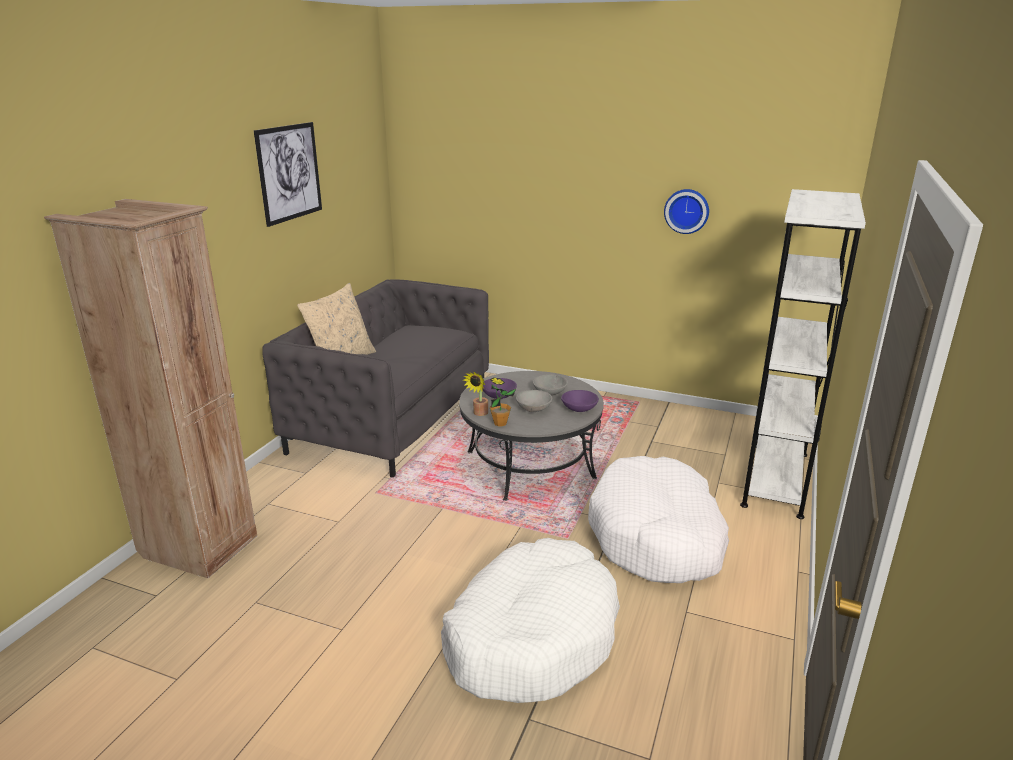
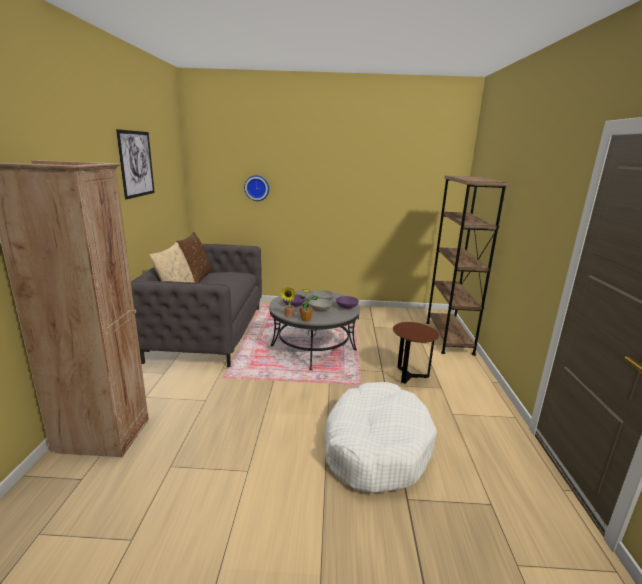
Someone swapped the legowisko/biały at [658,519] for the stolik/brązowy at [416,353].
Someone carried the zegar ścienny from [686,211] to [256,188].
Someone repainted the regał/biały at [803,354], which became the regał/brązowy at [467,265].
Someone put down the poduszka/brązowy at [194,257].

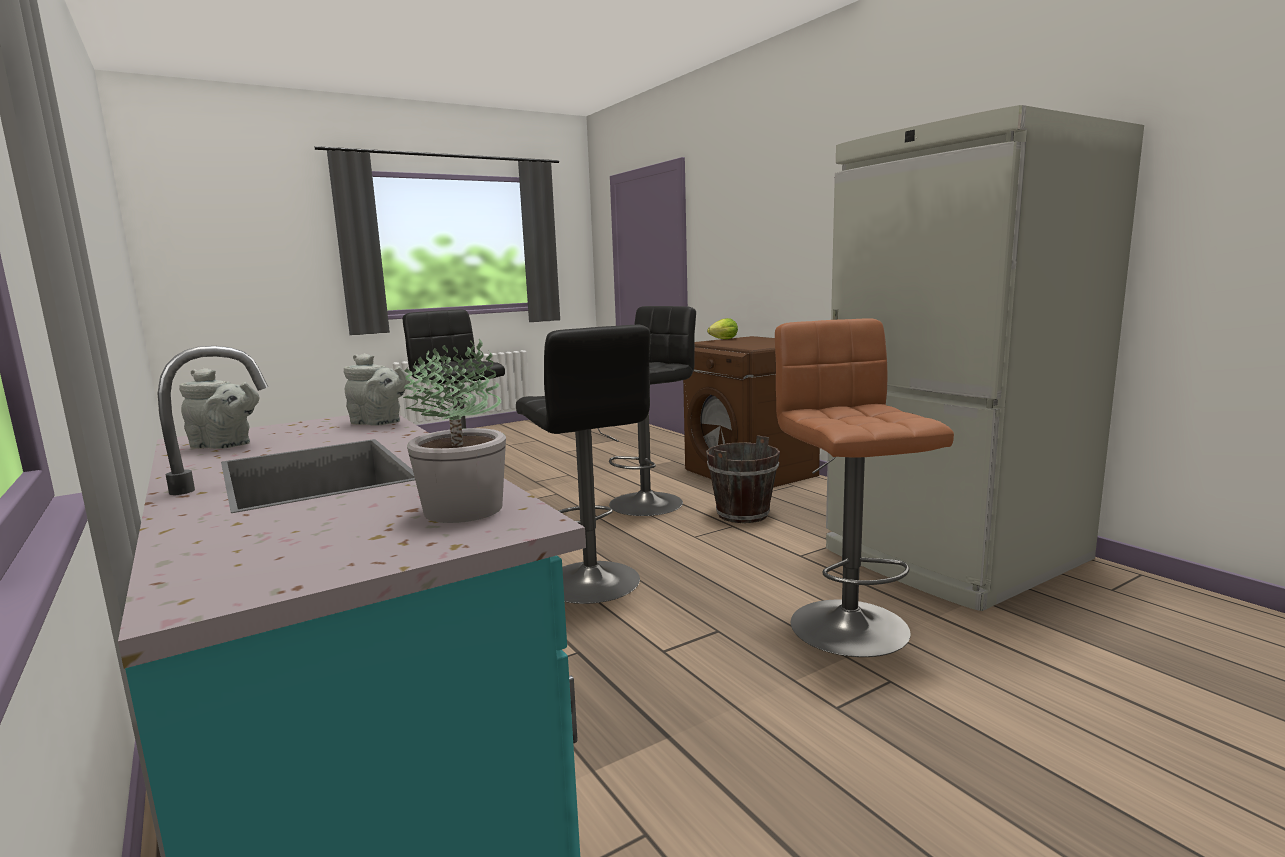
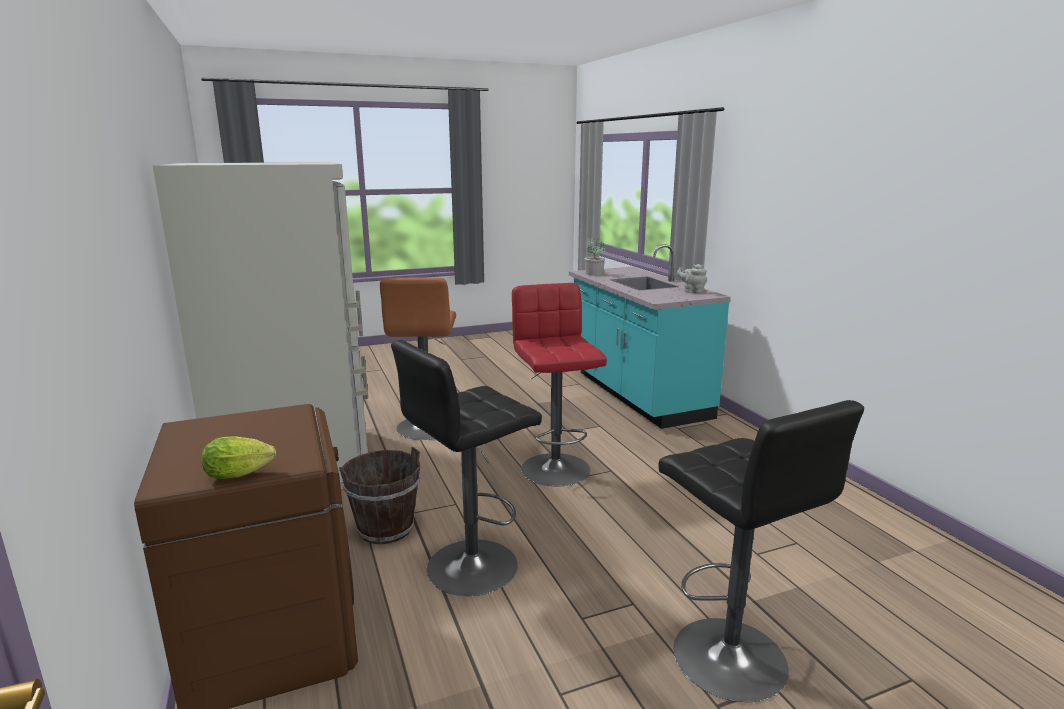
Someone took away the imbryk/szary at [377,389].
Someone repainted the stołek/czarny at [583,464], which became the stołek/czerwony at [559,384].

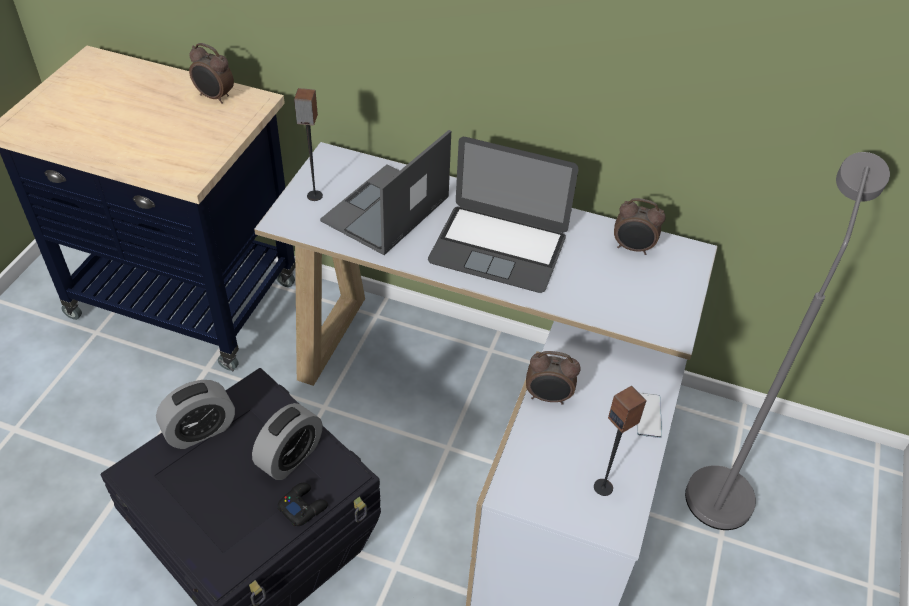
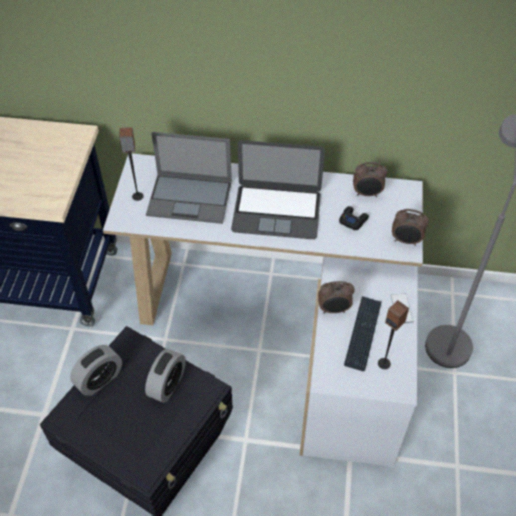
Someone carried the budzik from [211,73] to [410,227].
Someone carried the pad do gier/czarny from [302,504] to [354,218].
Someone rotated the laptop at [385,192] by 105 degrees counterclockwise.
Someone put down the klawiatura at [362,333].

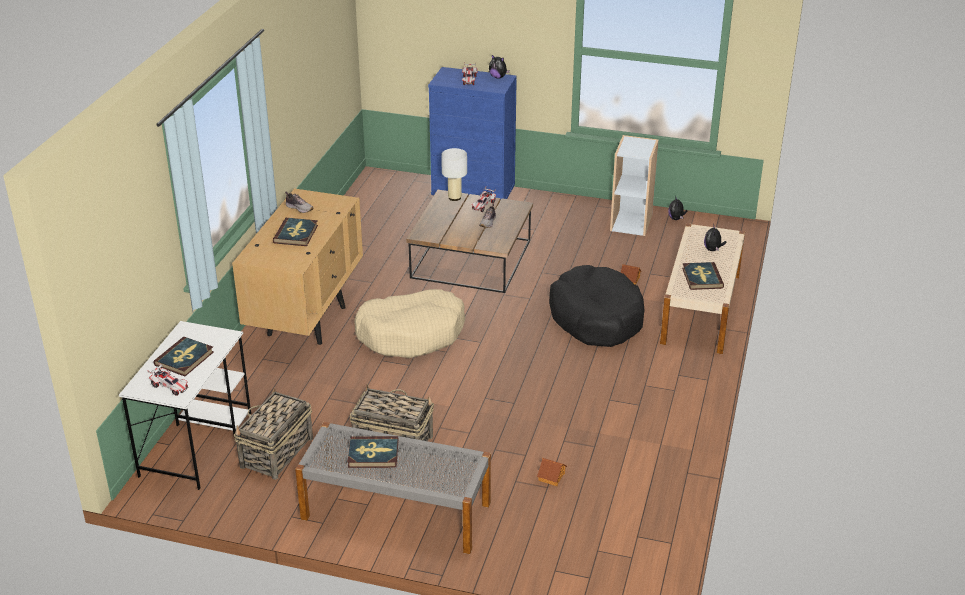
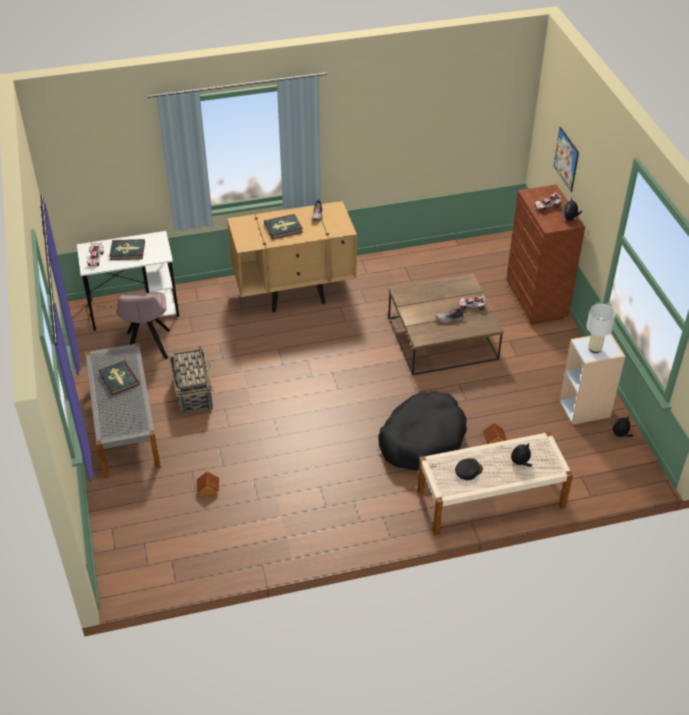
Someone swapped the koszyk at [273,434] for the krzesło/różowy at [143,325].
Someone took away the legowisko/beżowy at [409,323].
Someone repainted the komoda/niebieski at [472,134], which became the komoda/brązowy at [545,254].
Someone carried the lampa stołowa/biały from [454,174] to [601,328].
Someone swapped the książka at [703,276] for the czapka z daszkiem/czarny at [469,469].
Someone put up the obraz at [566,159].

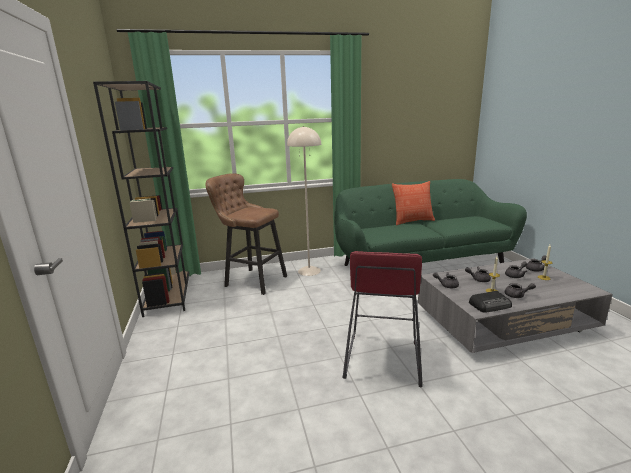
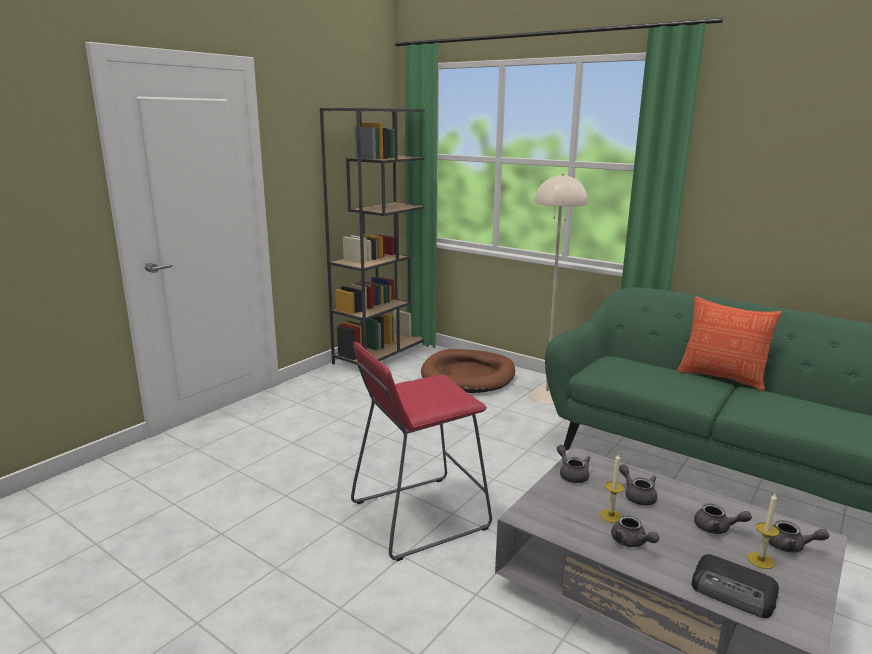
Someone swapped the stołek/brązowy at [246,234] for the legowisko/brązowy at [468,371].
Someone carried the radio from [490,302] to [735,586].

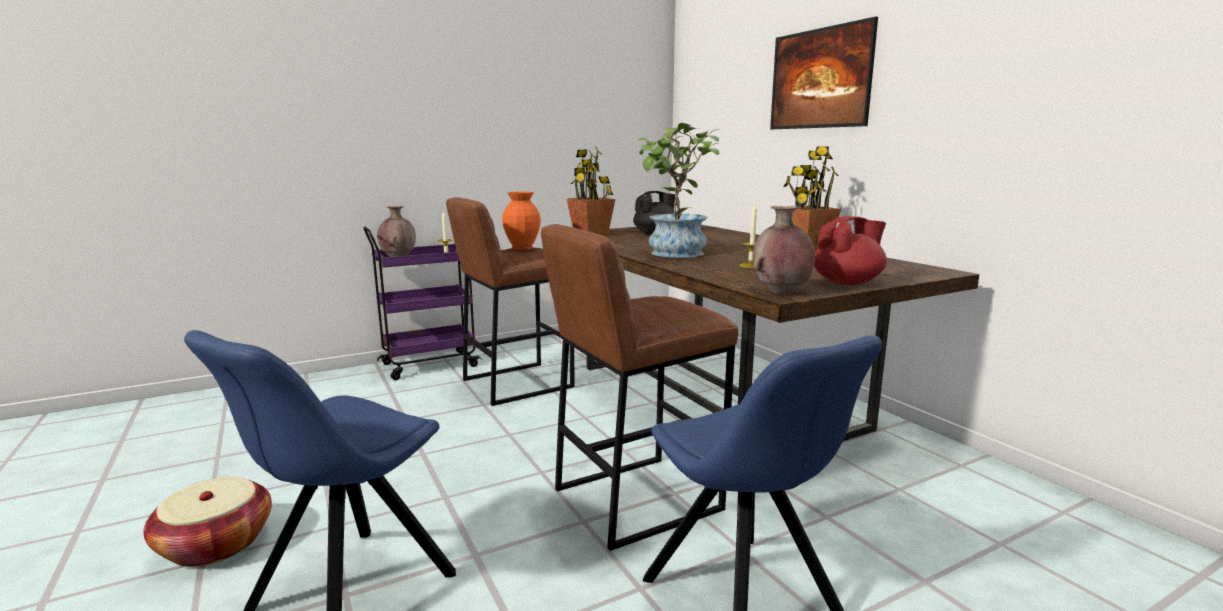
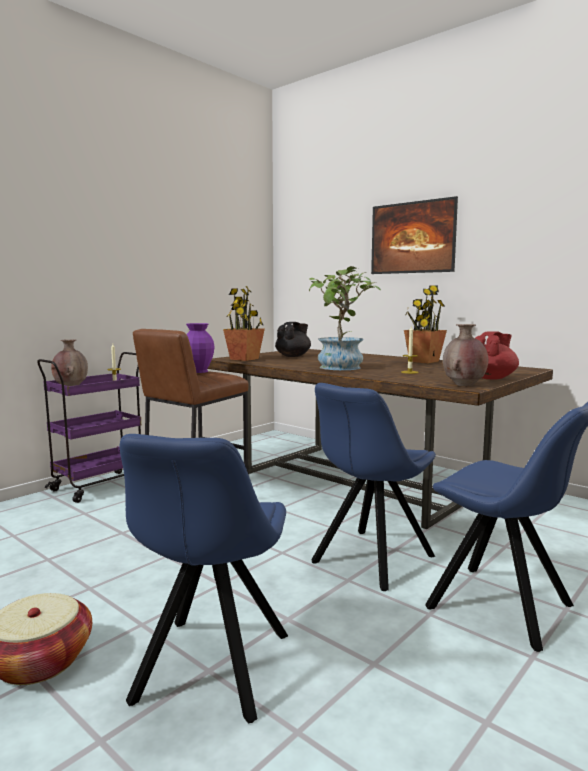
Someone repainted the wazon/pomarańczowy at [521,220], which became the wazon/fioletowy at [200,348].
Someone swapped the stołek/brązowy at [639,387] for the krzesło/niebieski at [373,487].

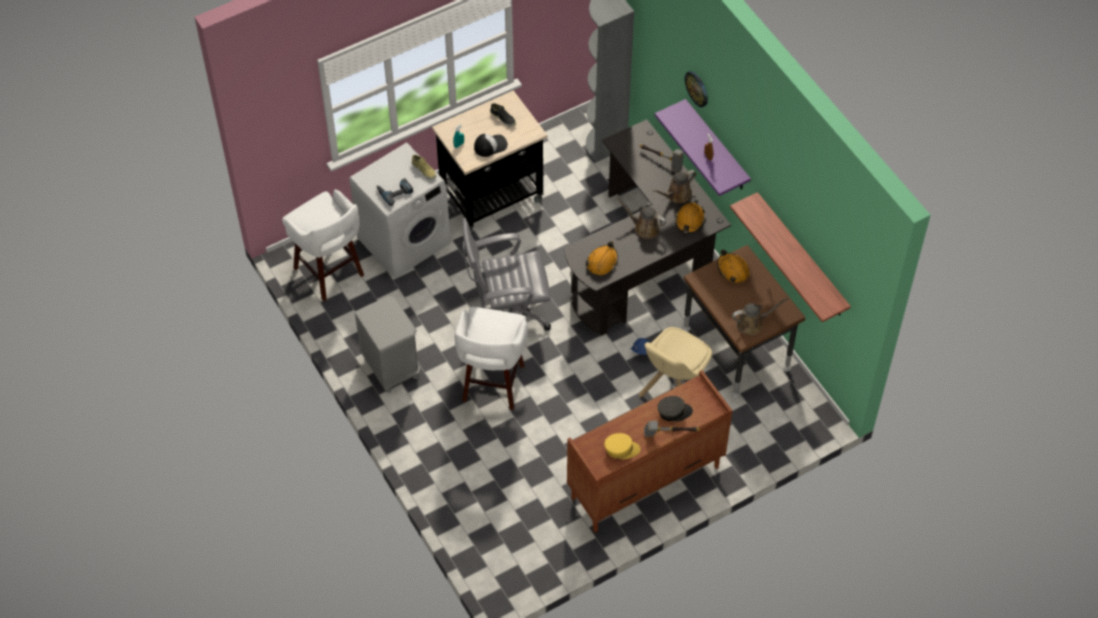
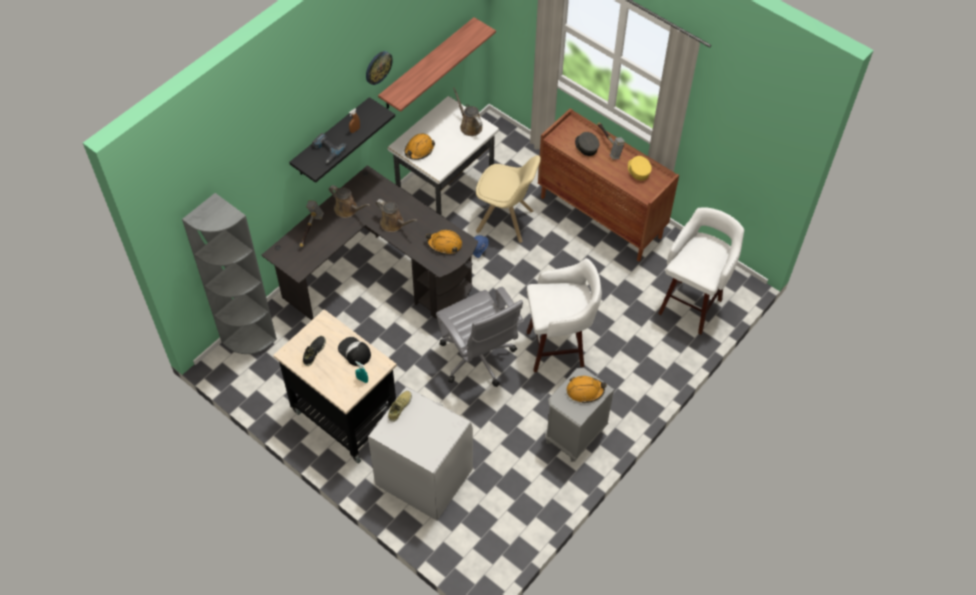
Someone carried the stołek/biały from [323,245] to [701,271].
Someone carried the wiertarka from [394,192] to [329,148].
Someone rotated the konewka/brązowy at [641,217] by 60 degrees counterclockwise.
Someone repainted the półka/fioletowy at [703,147], which became the półka/czarny at [342,140].
Someone carried the kask/pomarańczowy from [690,218] to [587,389].
Someone repainted the biurko/brązowy at [743,321], which became the biurko/biały at [443,155].
Someone carried the zegar ścienny from [696,89] to [379,68].

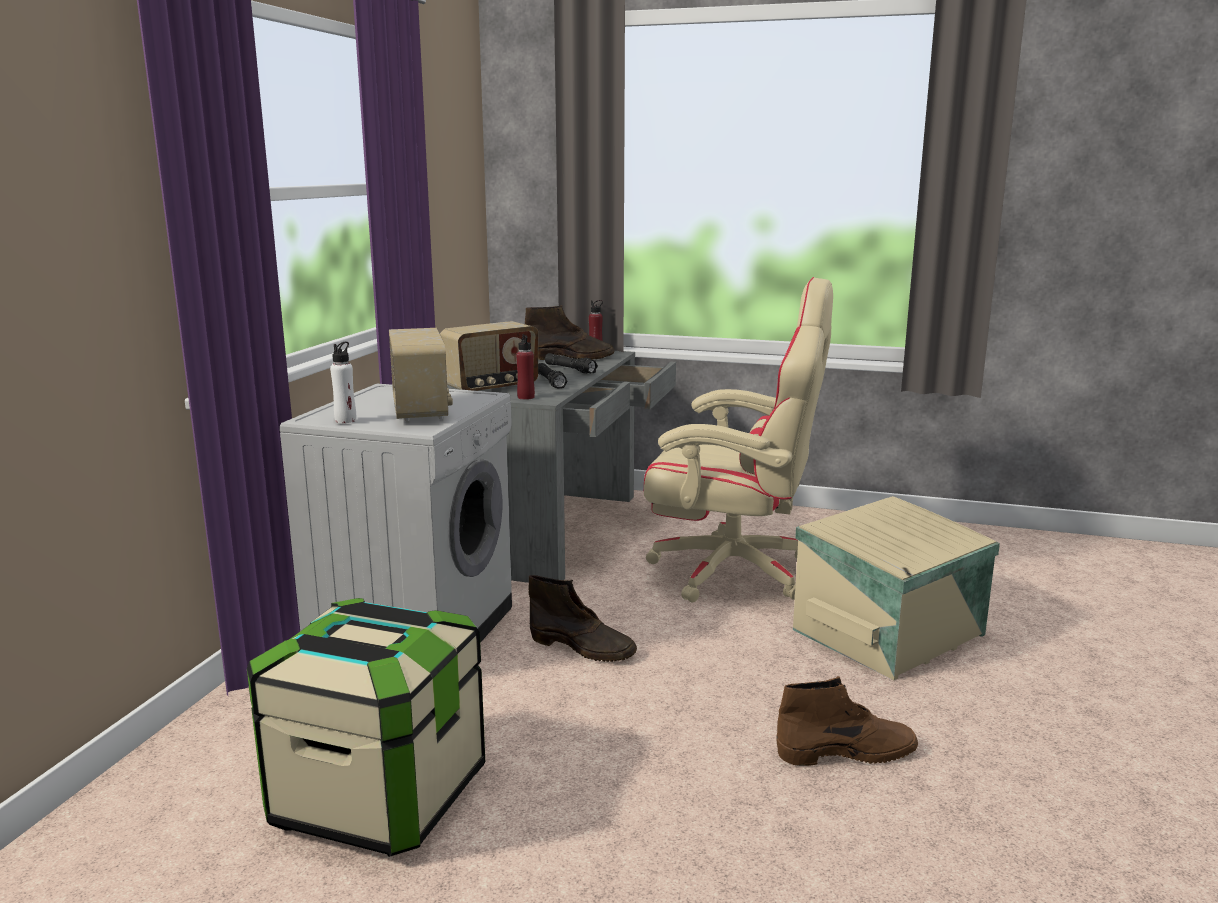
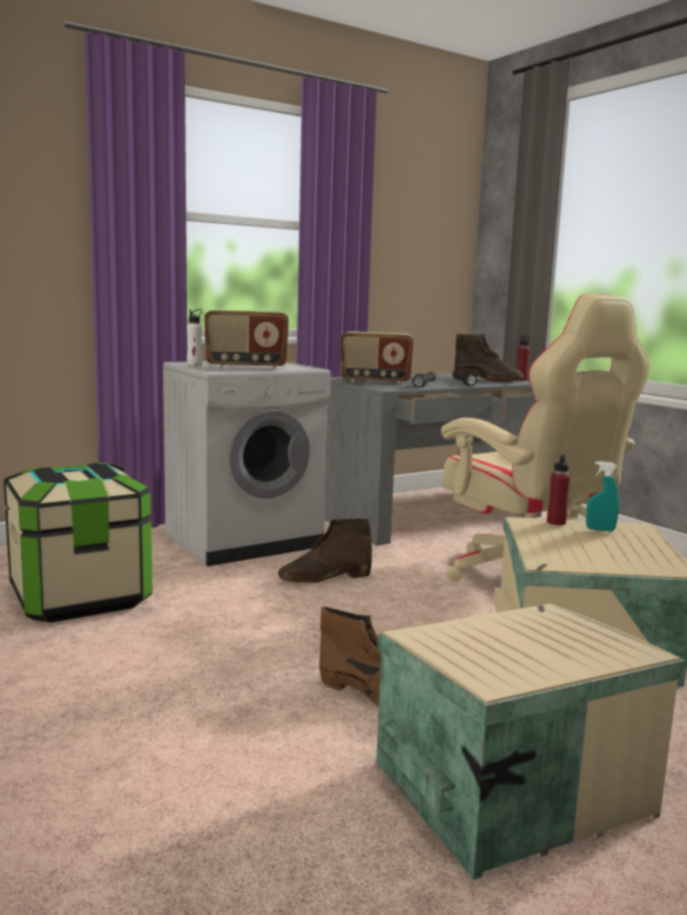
Someone rotated the radio at [421,374] by 60 degrees clockwise.
Someone carried the butelka/czerwony from [525,367] to [558,489].
Someone rotated the but z cholewką/brązowy at [583,618] by 90 degrees clockwise.
Someone put down the pojemnik do przechowywania/beżowy at [530,742].
Someone put down the spryskiwacz/turkusowy at [602,496].

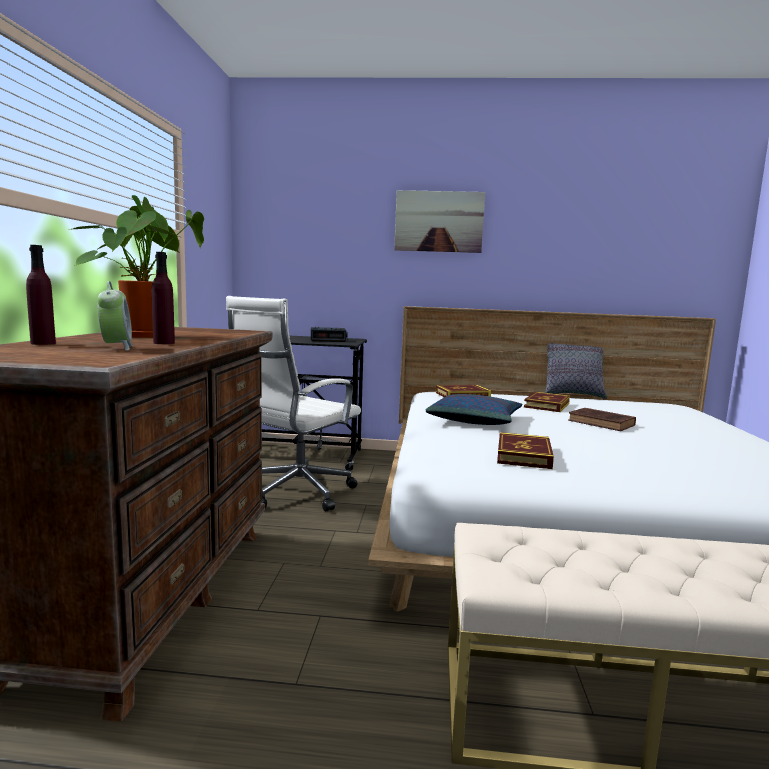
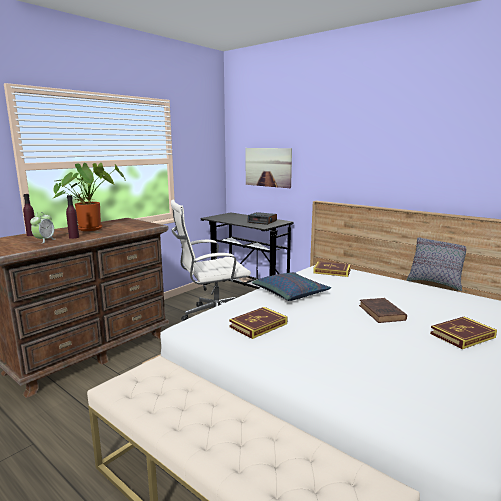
Someone carried the obraz from [439,221] to [269,168].
Someone carried the książka from [547,402] to [463,333].

